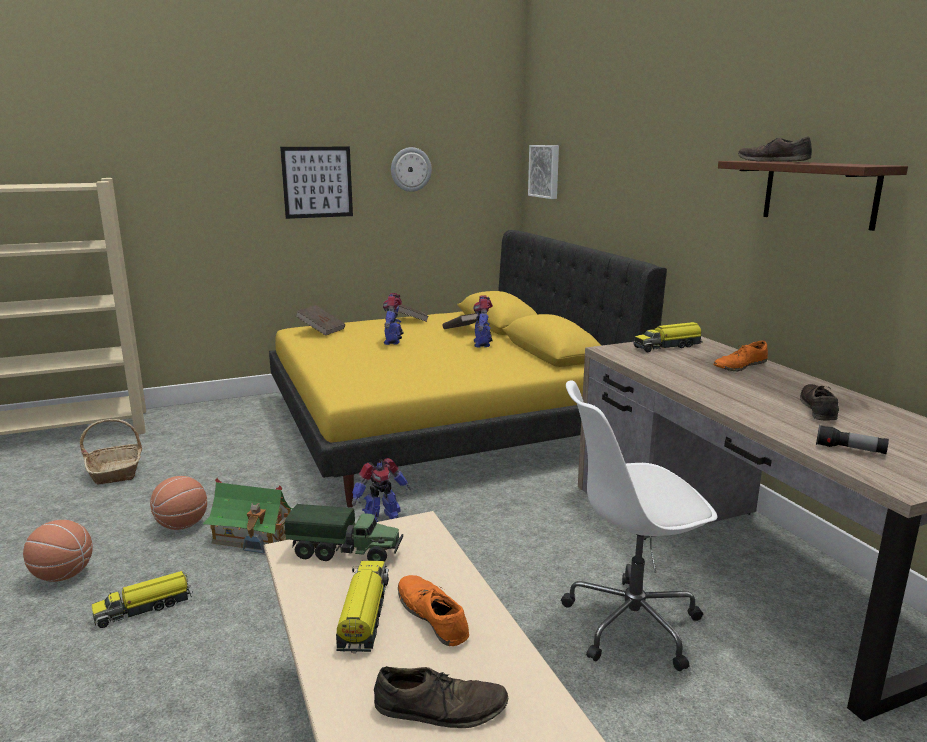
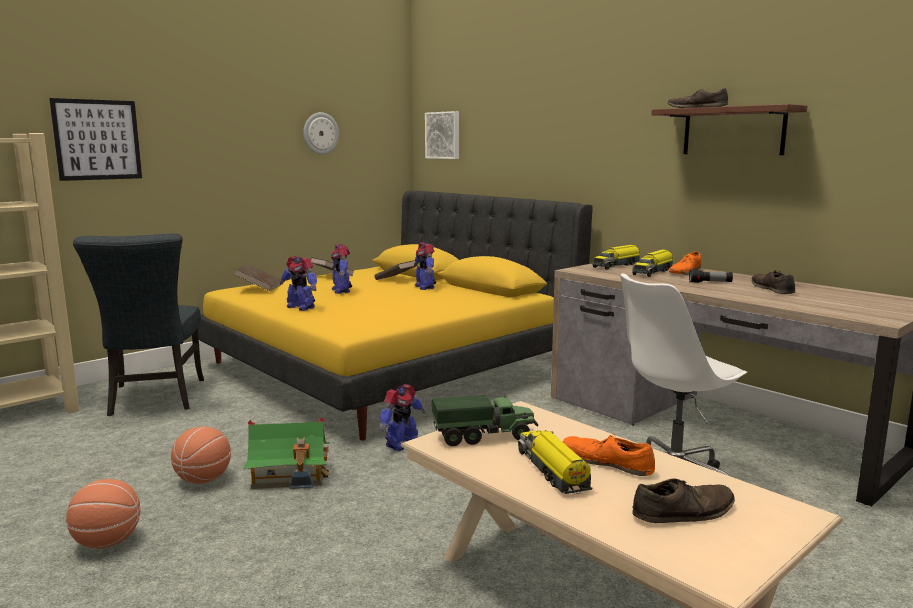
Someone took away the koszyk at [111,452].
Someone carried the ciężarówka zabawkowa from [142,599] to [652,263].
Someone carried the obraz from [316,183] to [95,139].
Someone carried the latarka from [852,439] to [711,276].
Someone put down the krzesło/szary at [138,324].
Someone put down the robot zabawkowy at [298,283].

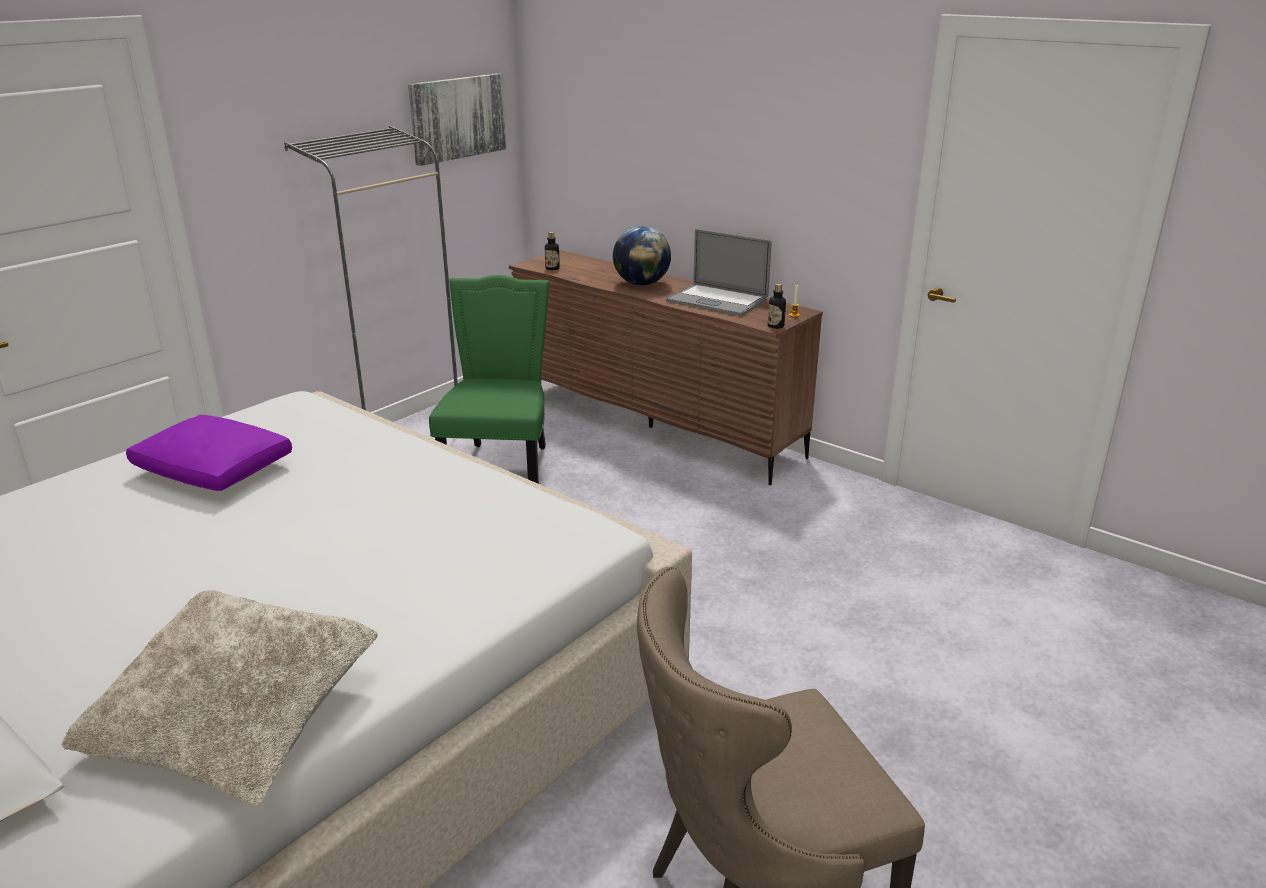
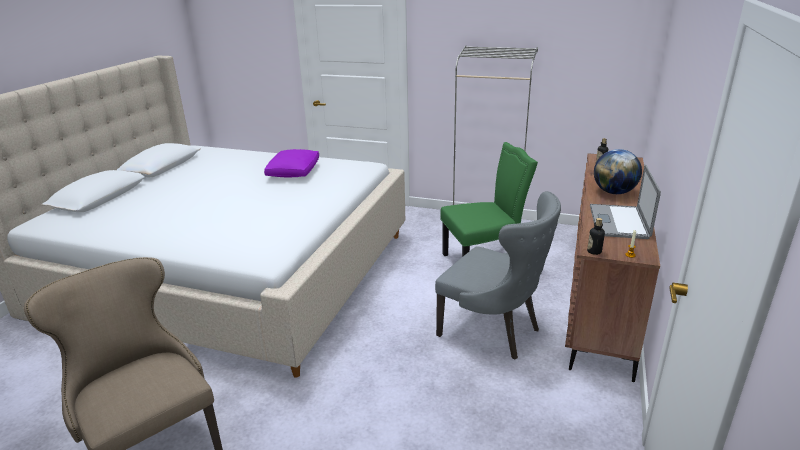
Someone took away the poduszka/beżowy at [219,697].
Someone took away the obraz at [457,119].
Someone put down the krzesło/szary at [498,275].

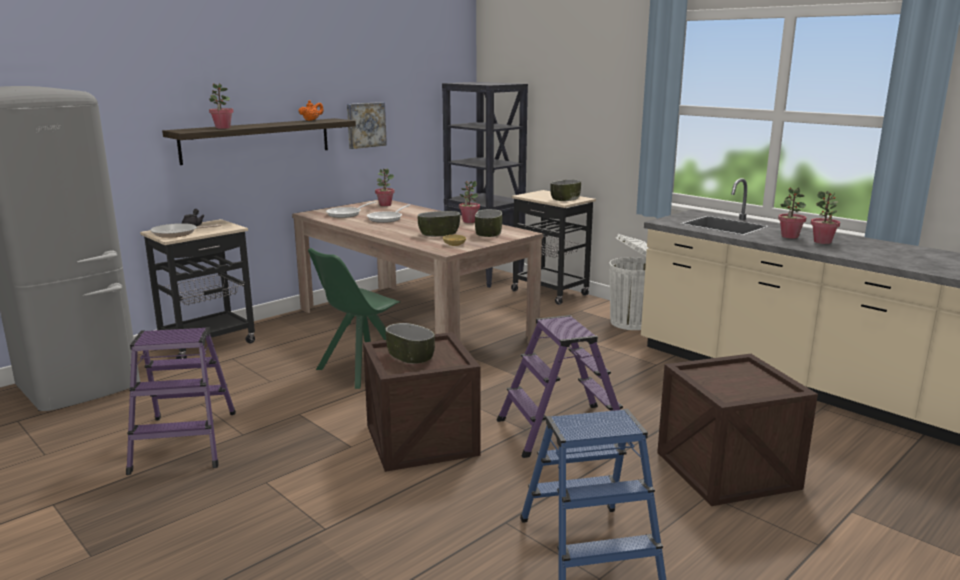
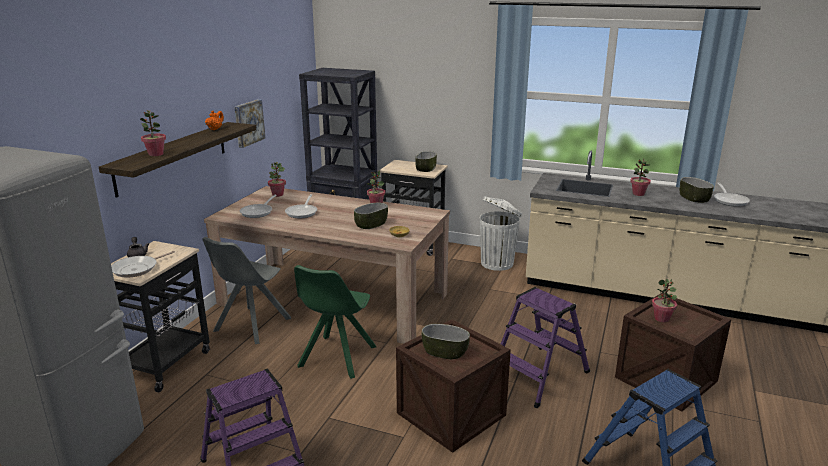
Someone carried the miska from [488,223] to [697,190].
Someone carried the roślina doniczkowa from [825,217] to [664,301].
Someone put down the krzesło/szary at [247,290].
Someone put down the patelnia at [732,195].

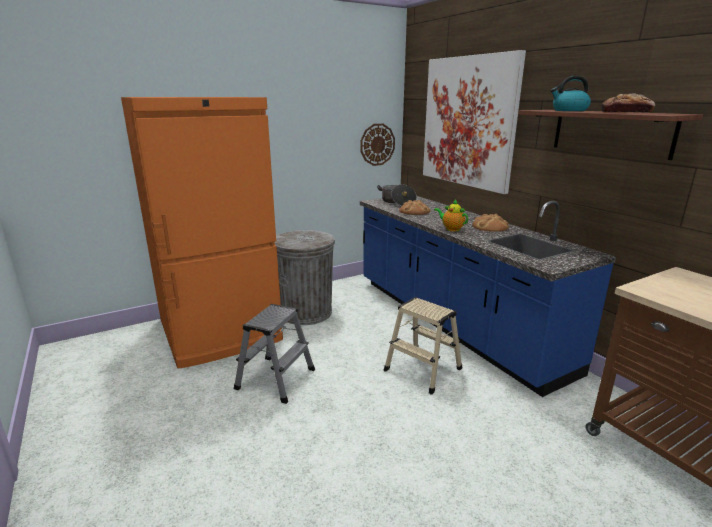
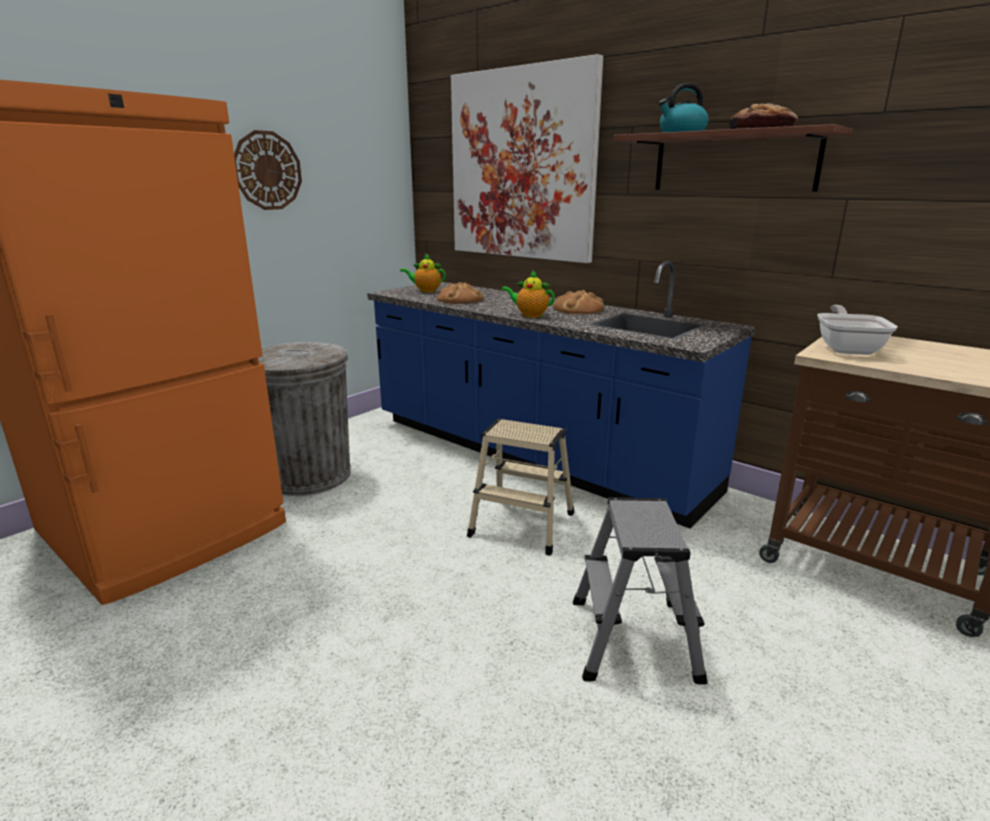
Someone carried the drabinka/szary from [274,354] to [640,591].
Someone carried the zegar ścienny from [377,145] to [268,170].
Someone swapped the garnek at [397,195] for the imbryk at [423,273].
Someone put down the patelnia at [857,330].

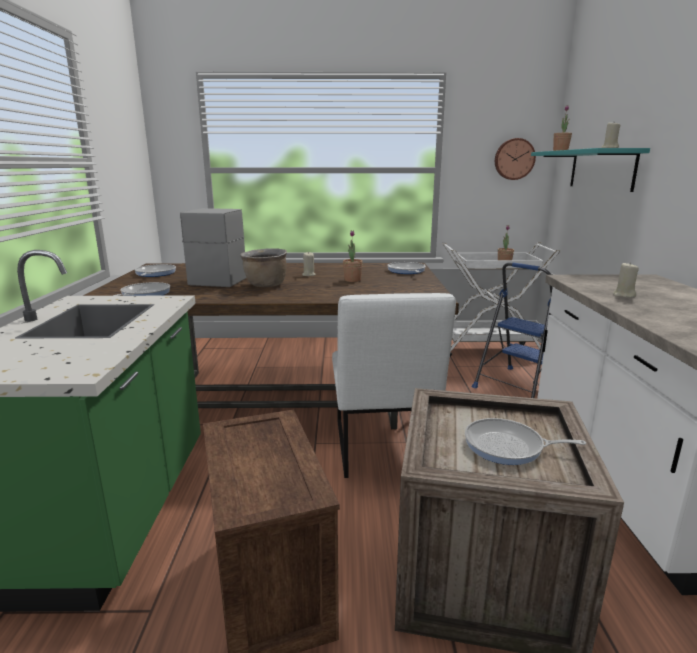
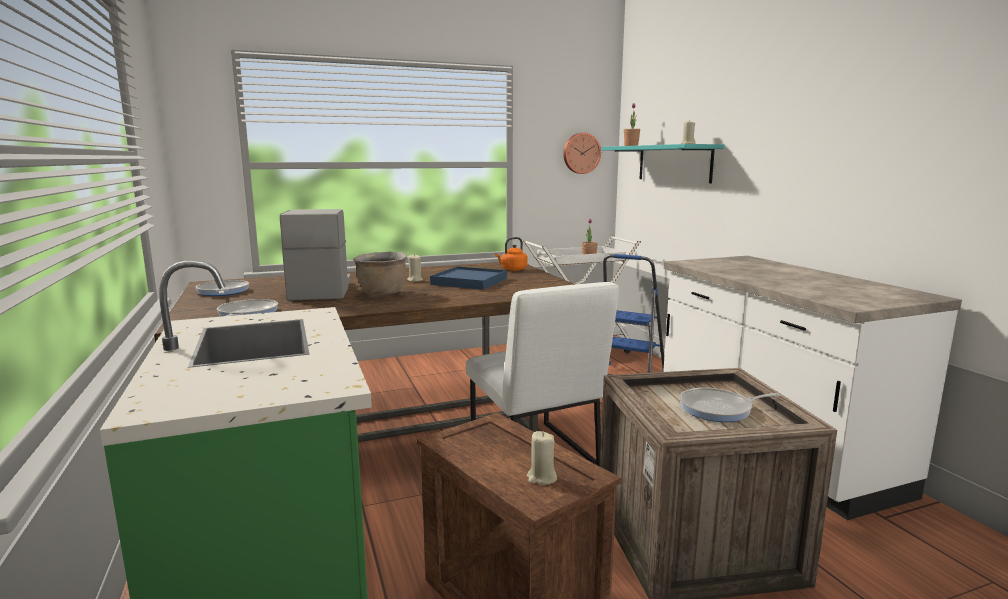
Someone swapped the roślina doniczkowa at [353,256] for the taca/niebieski at [468,278].
Someone swapped the patelnia at [406,268] for the czajnik/pomarańczowy at [511,254].
Someone carried the świeca/beżowy from [626,280] to [542,458].

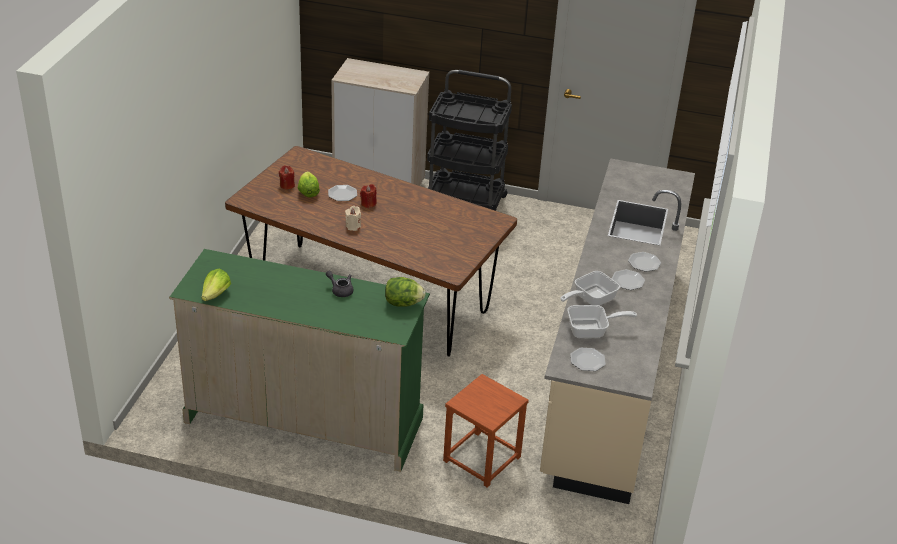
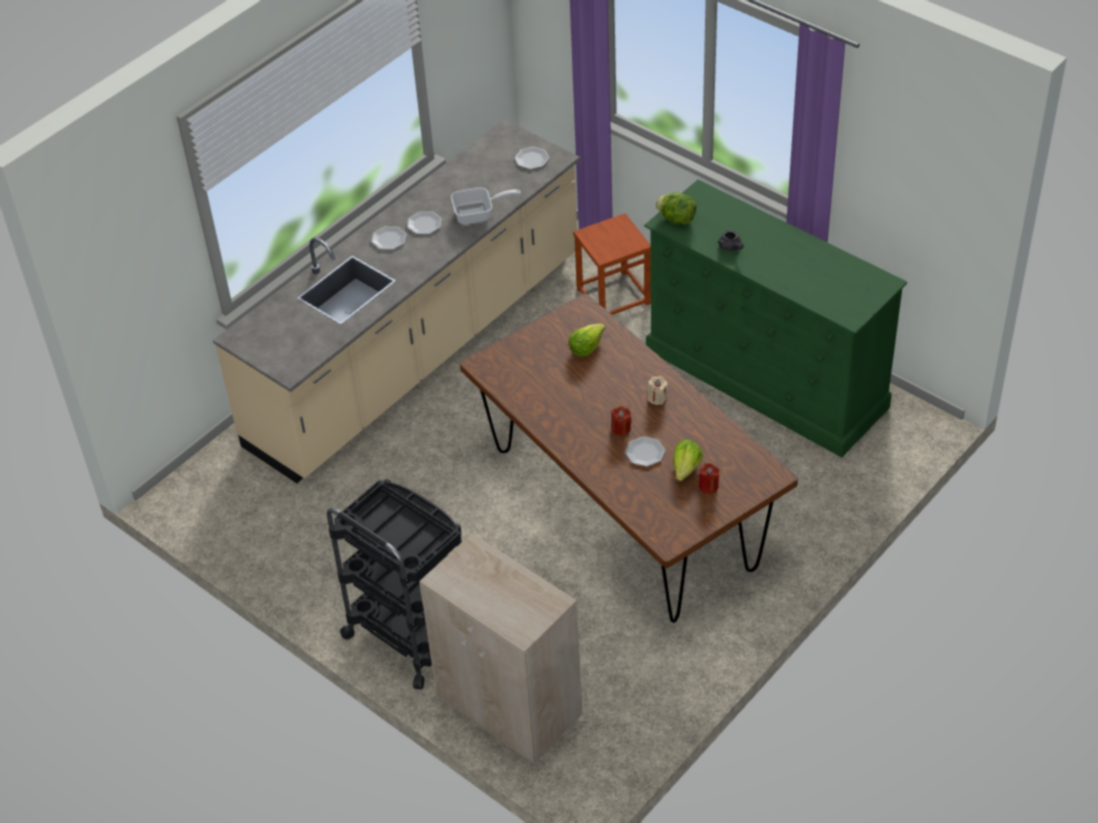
Someone carried the sałata from [216,285] to [586,340].
Someone took away the patelnia at [602,321].

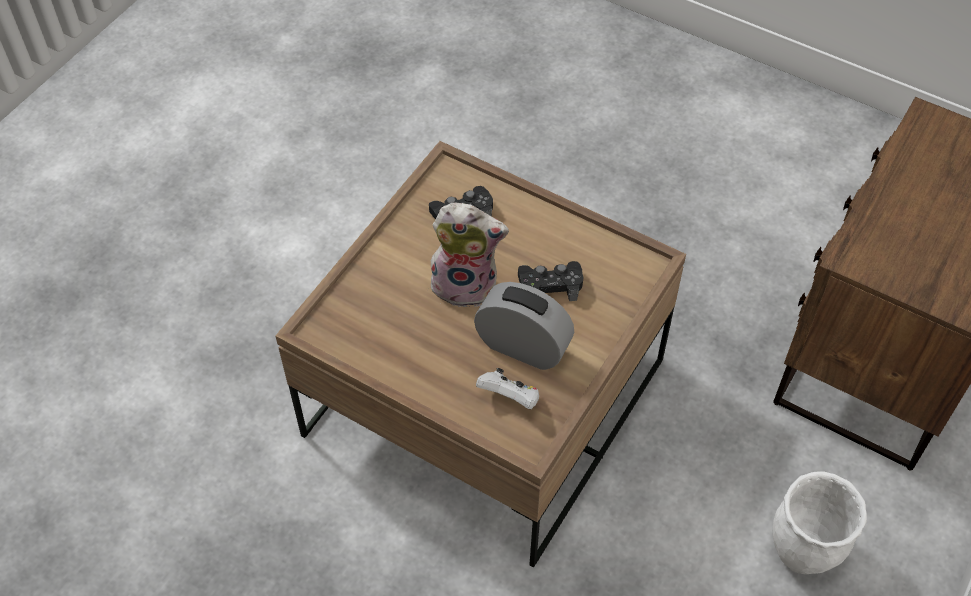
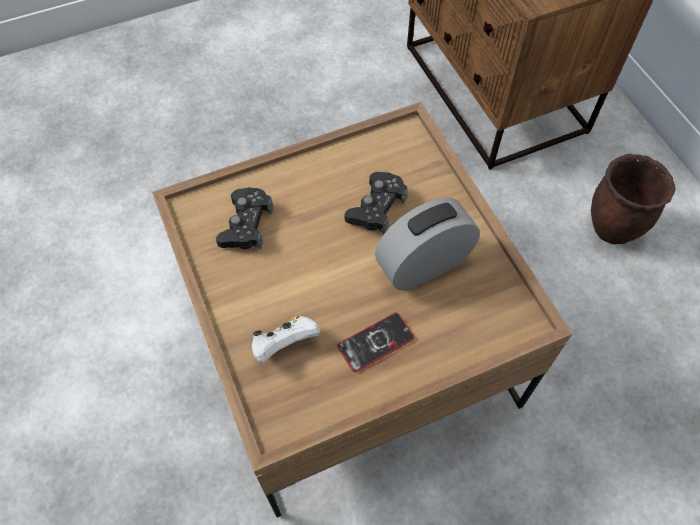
Someone took away the pluszak at [468,254].
Someone carried the pad do gier/biały from [507,388] to [286,339].
Someone repainted the donica/biały at [819,523], which became the donica/brązowy at [633,199].
Someone put down the telefon at [376,342].

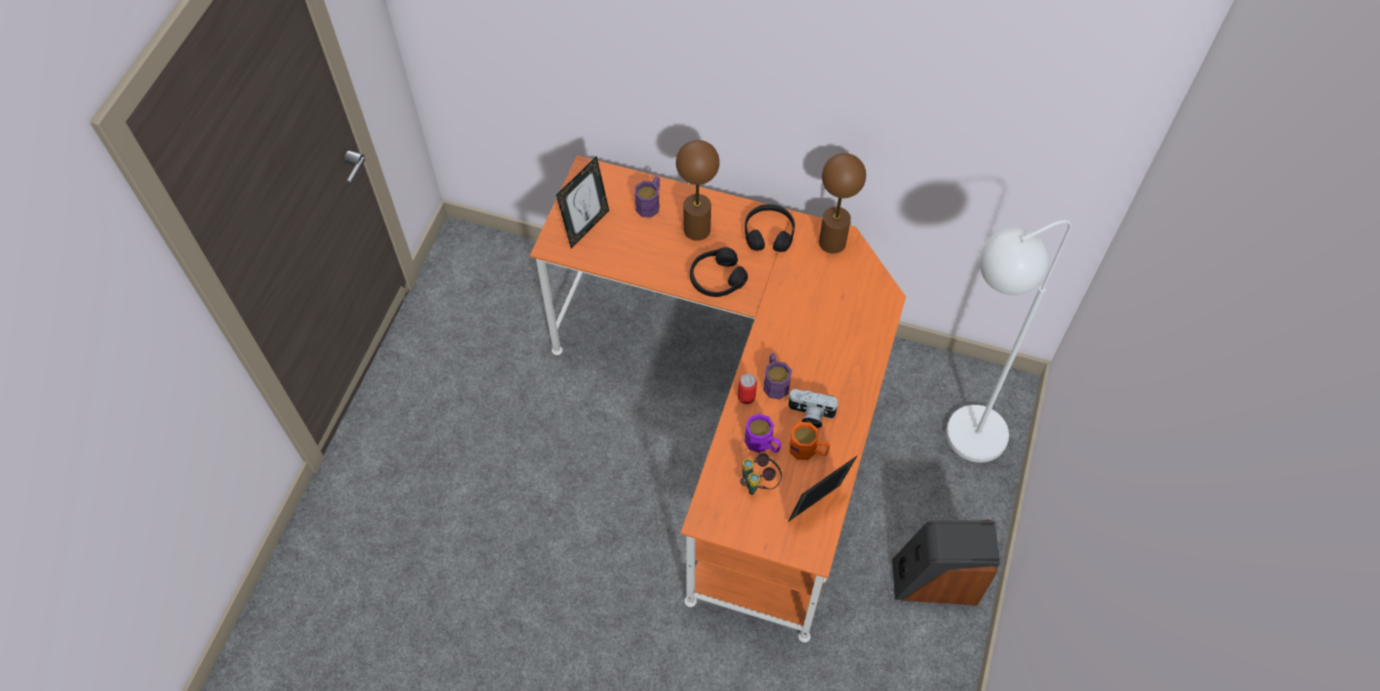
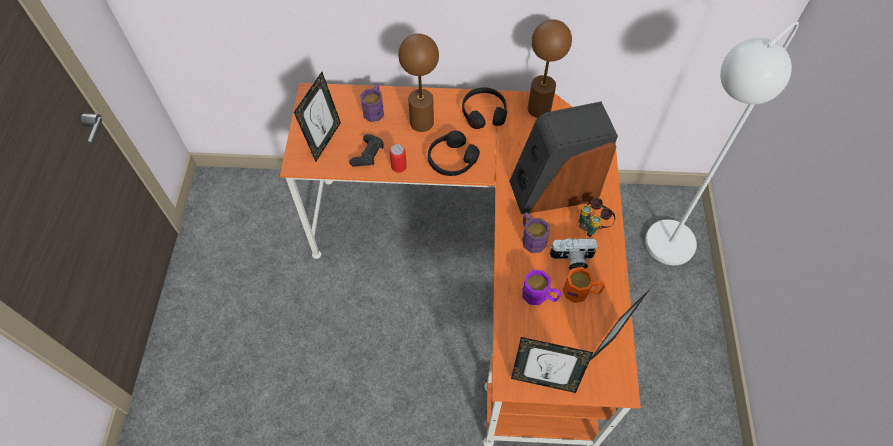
Someone carried the puszka from [747,388] to [398,158].
Someone carried the lornetka from [761,474] to [597,217].
Someone carried the głośnik from [946,562] to [563,157].
Someone put down the pad do gier/czarny at [366,150].
Someone put down the ramka na zdjęcie at [552,365].

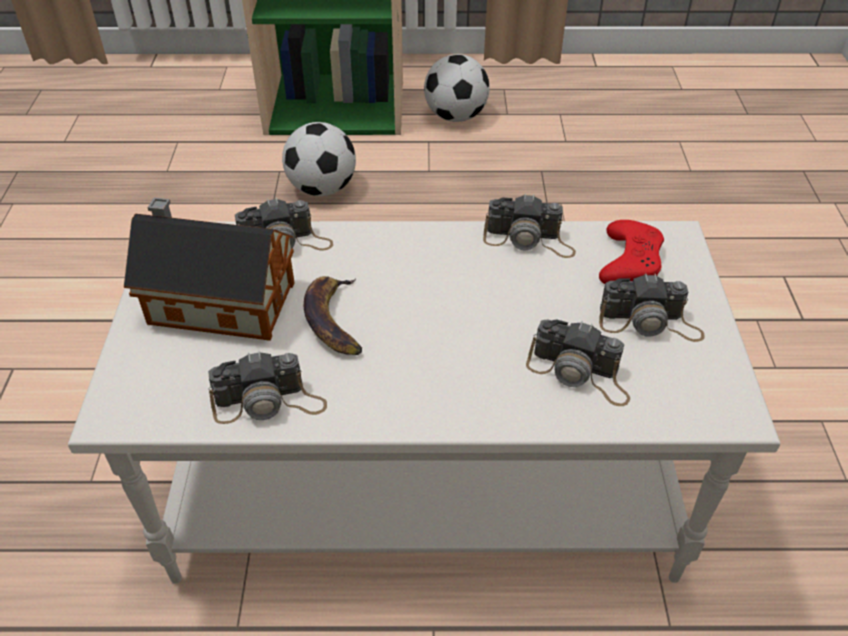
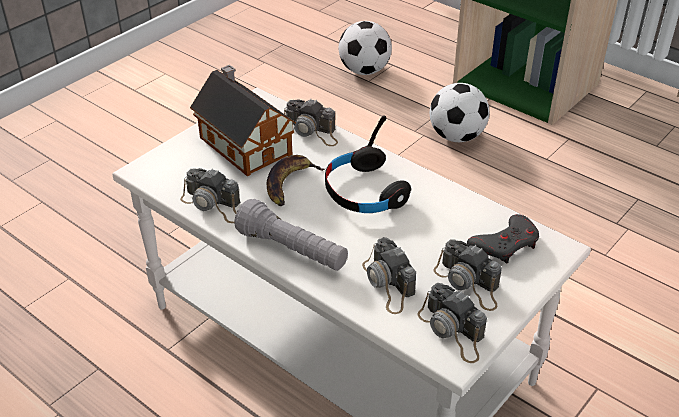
Someone carried the piłka futbolowa from [457,88] to [365,48].
Someone carried the aparat fotograficzny from [529,226] to [452,323].
Someone repainted the pad do gier/czerwony at [631,252], which became the pad do gier/szary at [503,239].
Someone put down the latarka/szary at [291,235].
Someone put down the słuchawki/czarny at [368,164].

